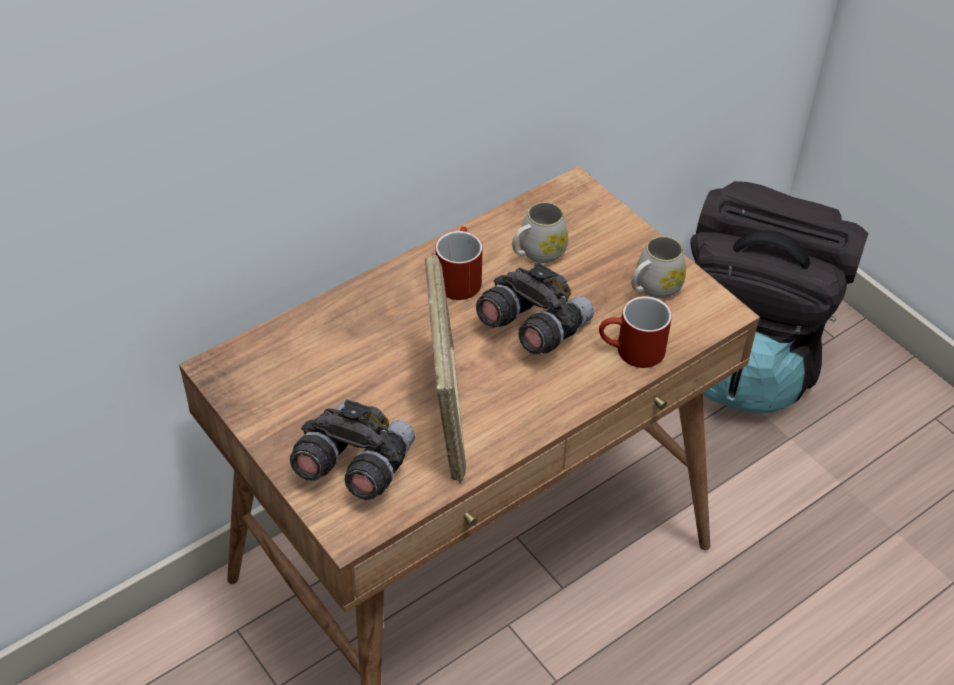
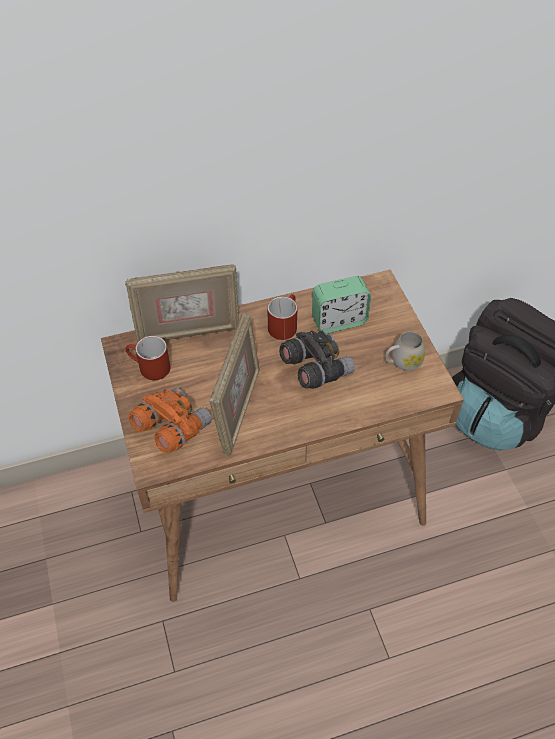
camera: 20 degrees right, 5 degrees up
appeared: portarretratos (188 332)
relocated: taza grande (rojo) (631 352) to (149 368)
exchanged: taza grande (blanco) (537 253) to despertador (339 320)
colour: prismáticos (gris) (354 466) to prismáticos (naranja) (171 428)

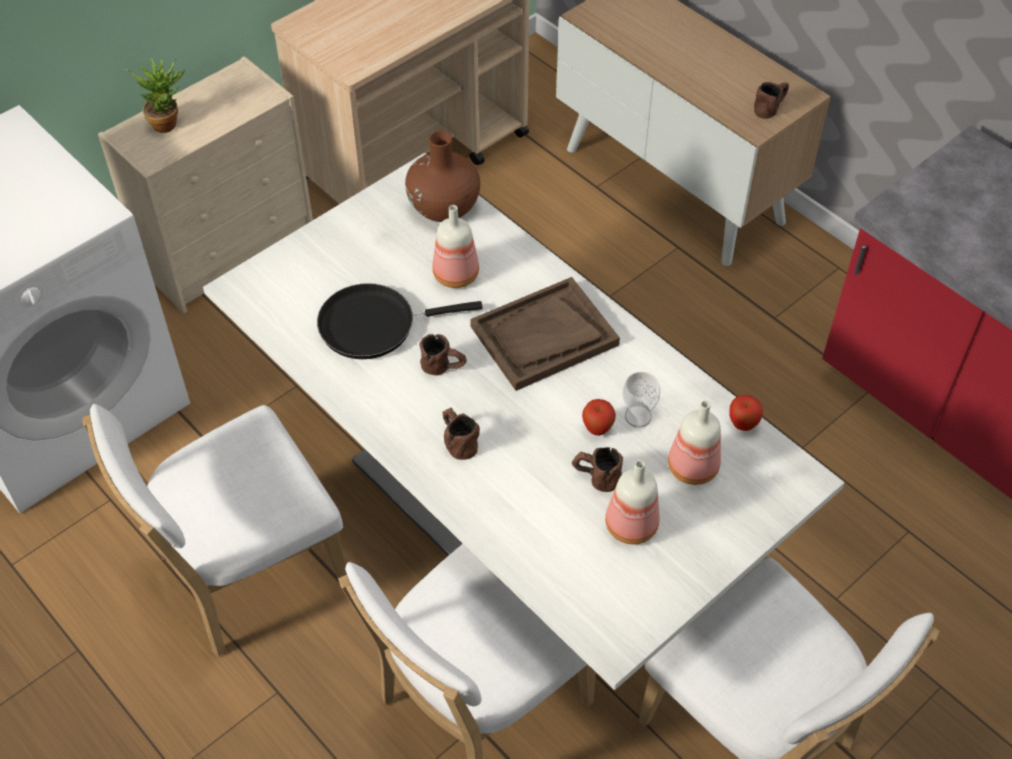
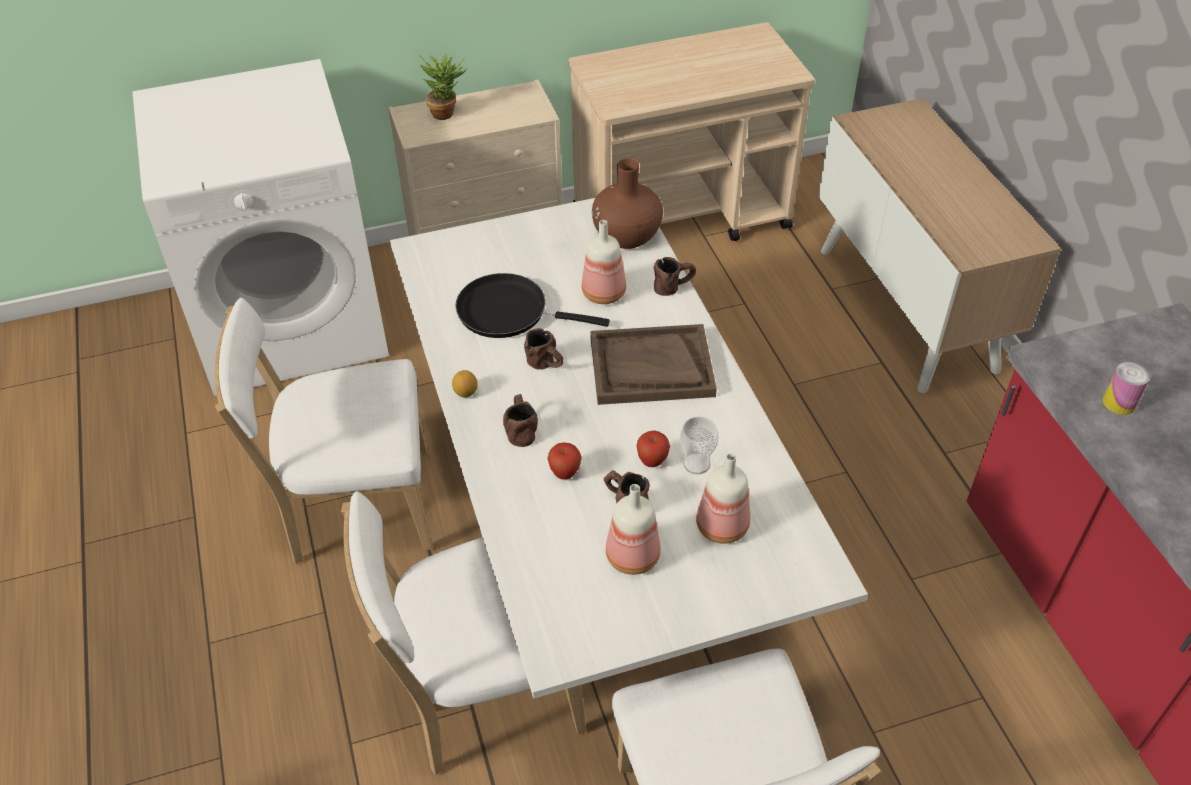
camera: 25 degrees right, 5 degrees down
appeared: limón (465 392); lata (1119 402)
relocated: manzana (743 424) to (565 473); taza grande (marrón) (770 108) to (674 287)

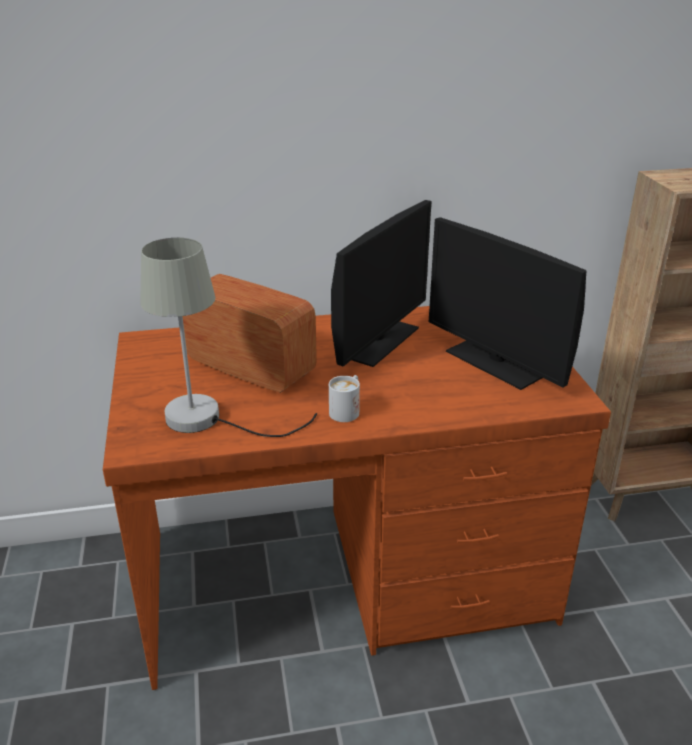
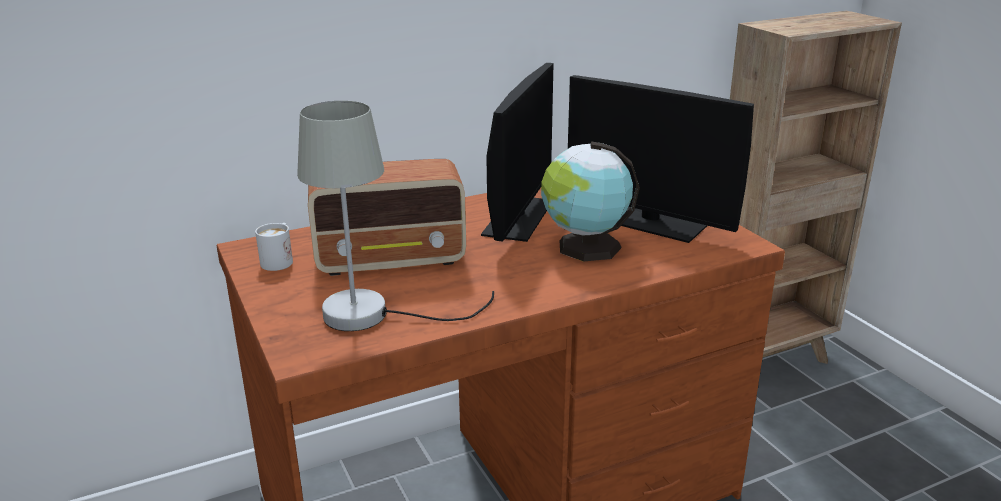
camera: 15 degrees left, 5 degrees down
appeared: globo terráqueo (585 247)
relocated: taza grande (blanco) (347 410) to (279 260)
spun: radio (249 368) = (392 259) 150 degrees clockwise

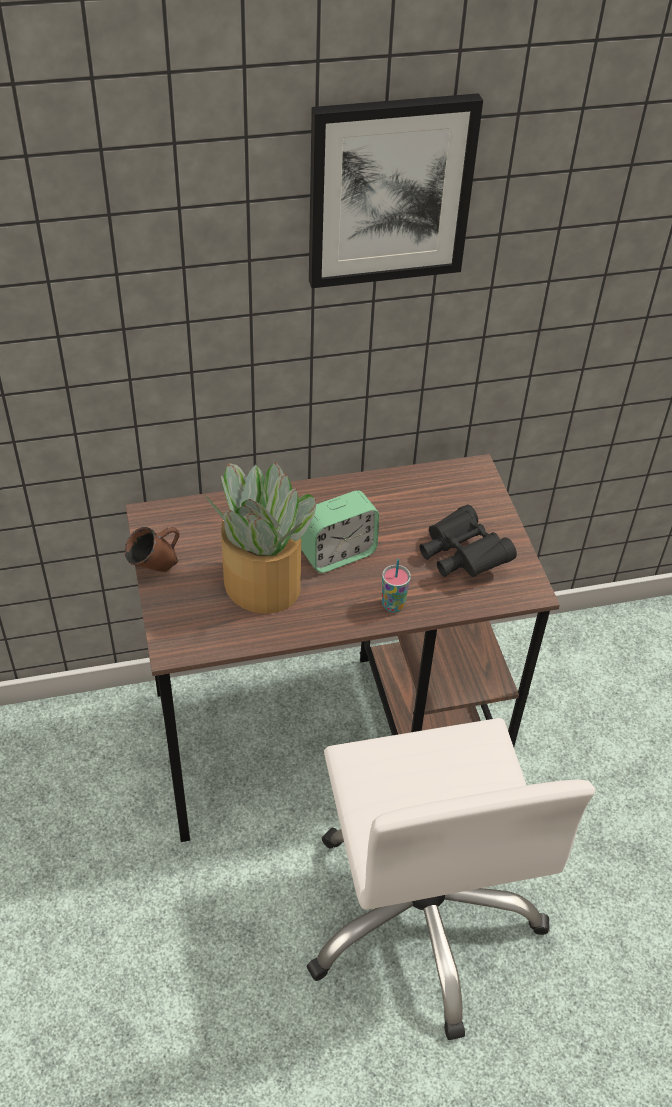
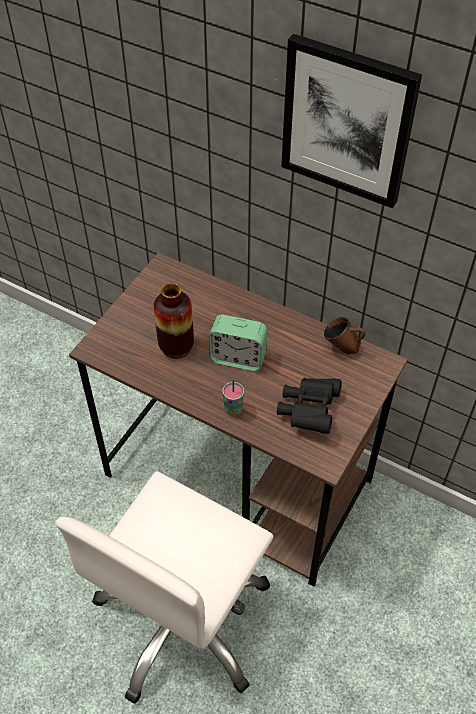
camera: 45 degrees right, 5 degrees up
relocated: taza grande (marrón) (155 569) to (342 349)
exchanged: planta en maceta (263 585) to florero (176 347)

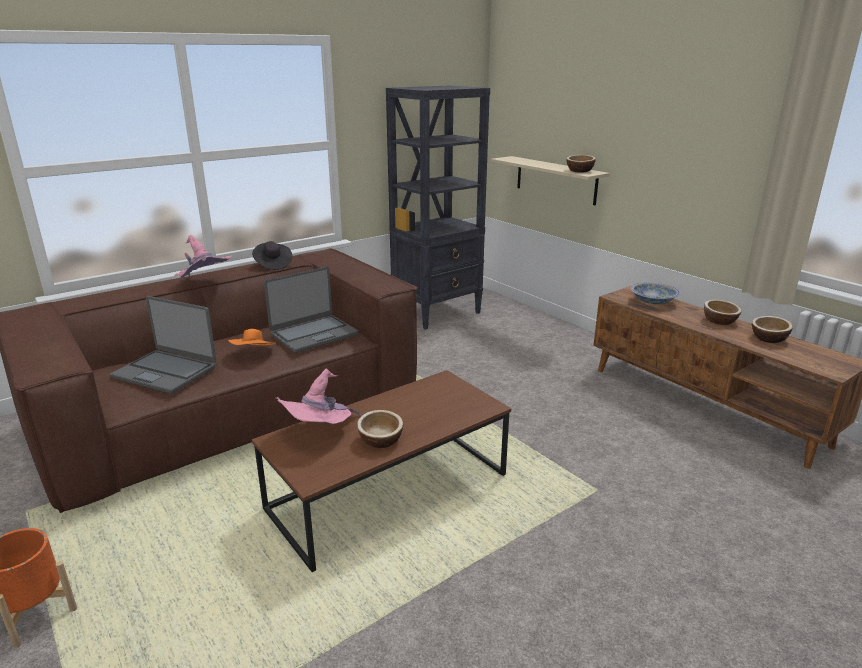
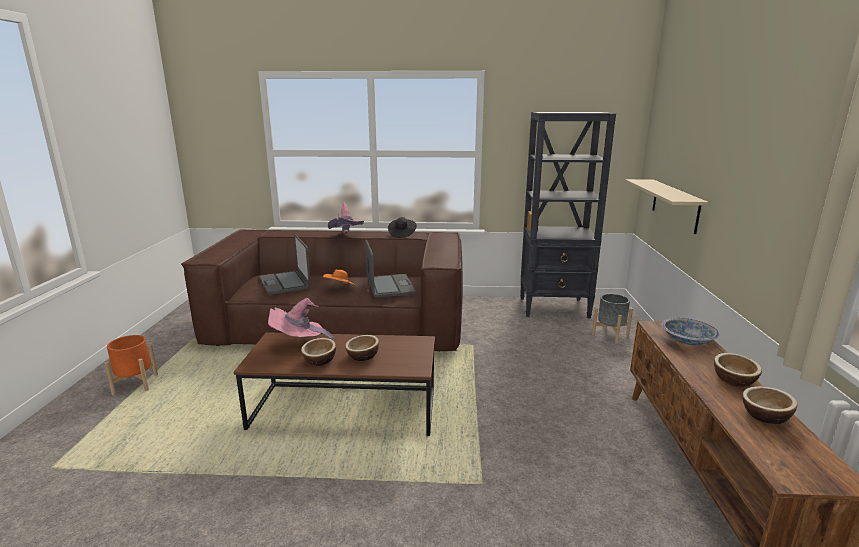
camera: 40 degrees right, 5 degrees down
appeared: maceta (gris) (610 334)
relocated: cuenco (579 171) to (363 356)
spun: portátil (313 334) = (389 287) 105 degrees counterclockwise

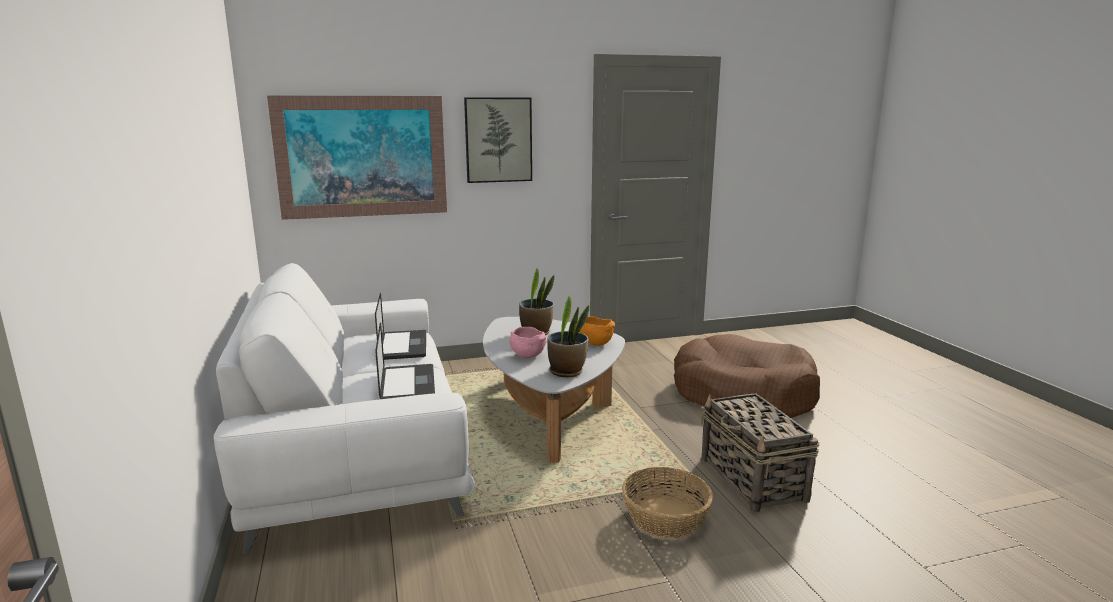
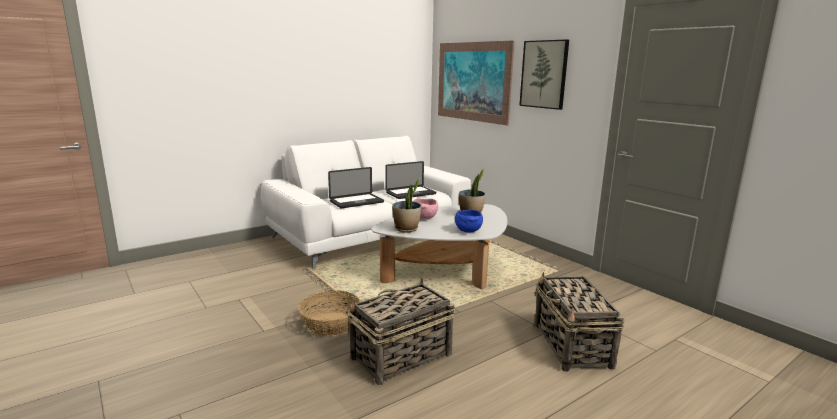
camera: 70 degrees right, 0 degrees up
exchanged: cama para perro (marrón) (742 394) to cesta (572 346)
colour: cuenco (naranja) (595 344) to cuenco (azul) (468 231)

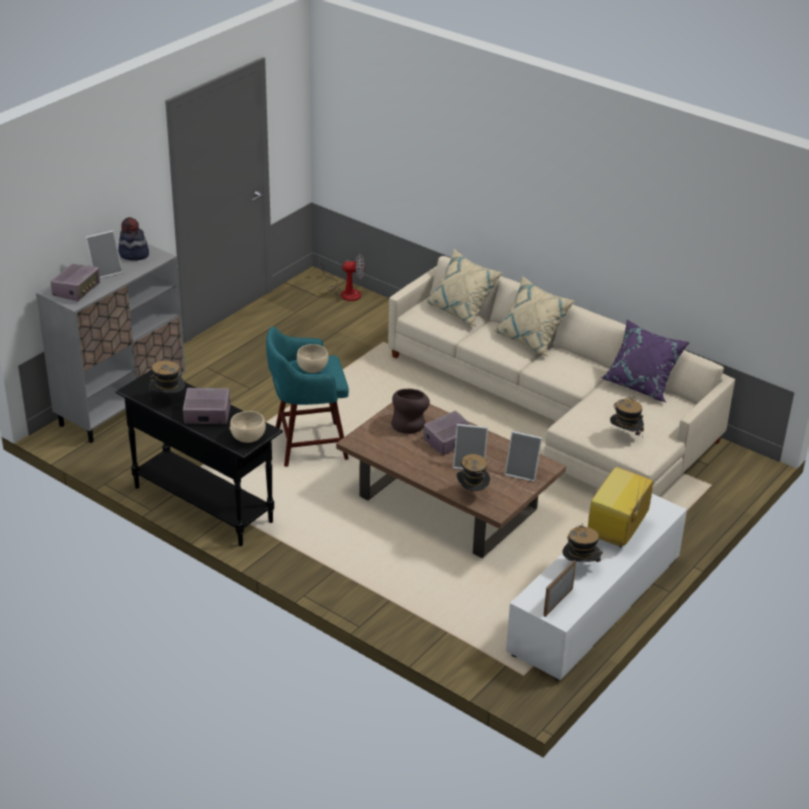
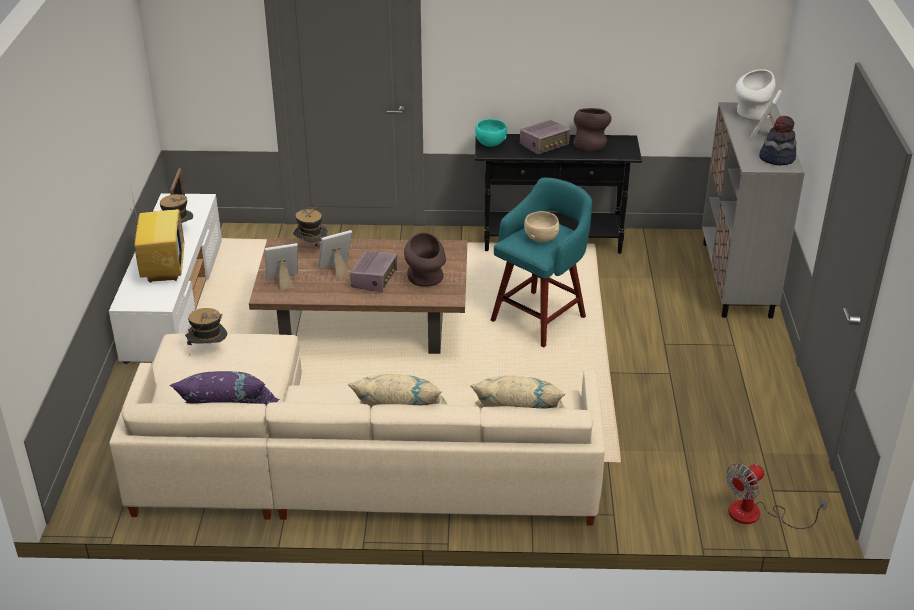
camera: 145 degrees right, 0 degrees up
exchanged: radio (76 290) to florero (blanco) (751 115); sombrero (168 399) to florero (marrón) (590 143)
colour: cuenco (beis) (248 438) to cuenco (turquesa) (490 143)

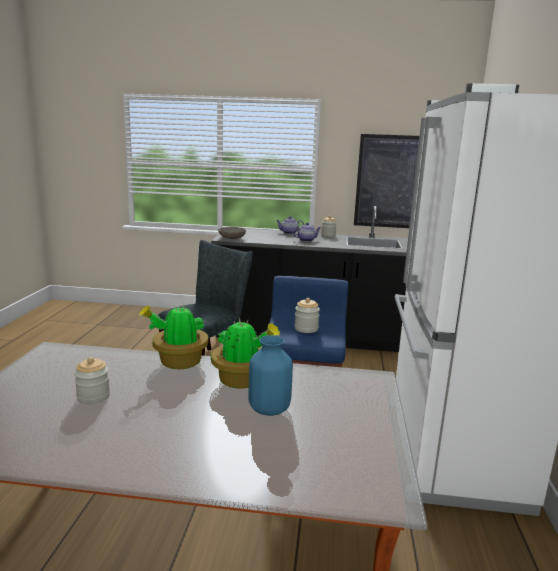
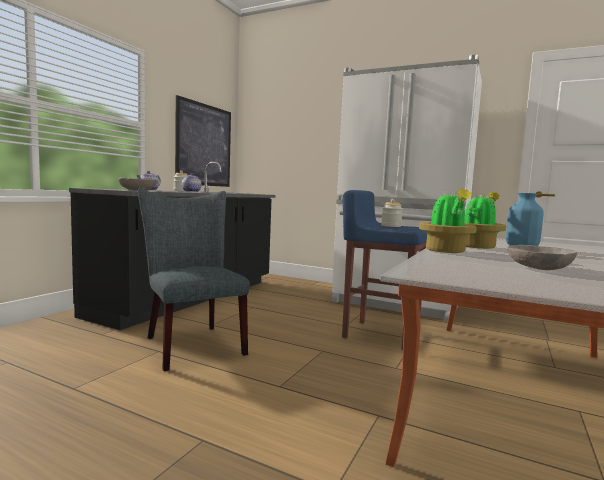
camera: 70 degrees left, 10 degrees down
exchanged: tarro (93 397) to cuenco (gris) (539 268)

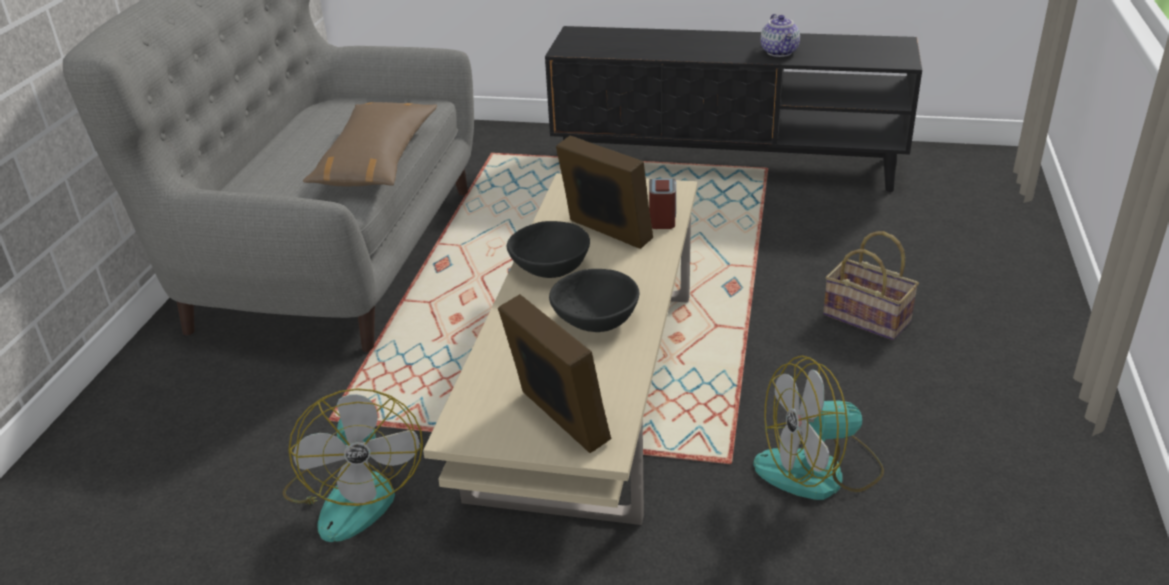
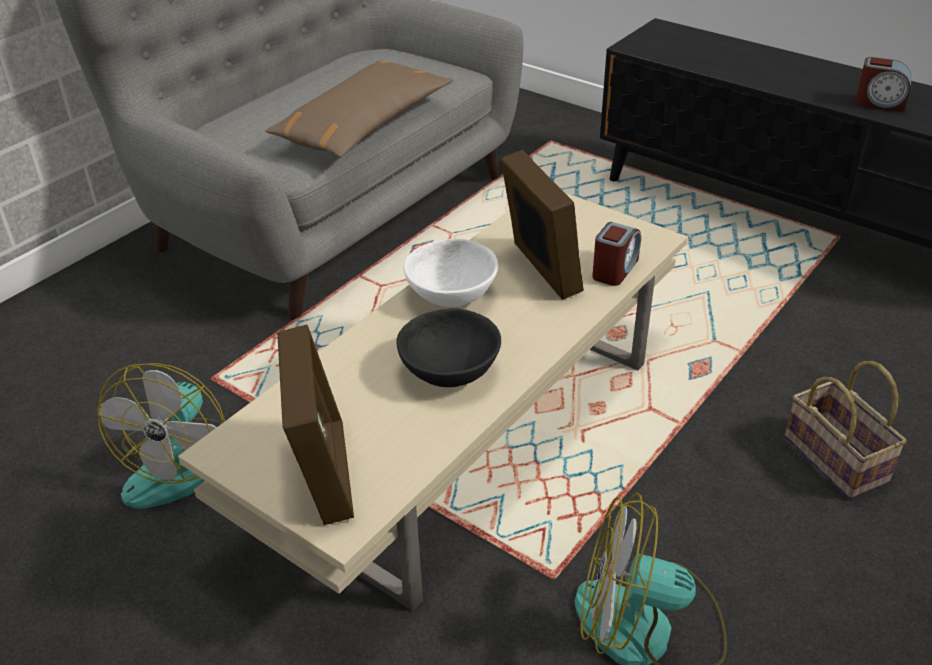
camera: 25 degrees right, 5 degrees up
exchanged: tetera (780 52) to despertador (879 103)
colour: cuenco (negro) (549 268) to cuenco (blanco) (451 293)

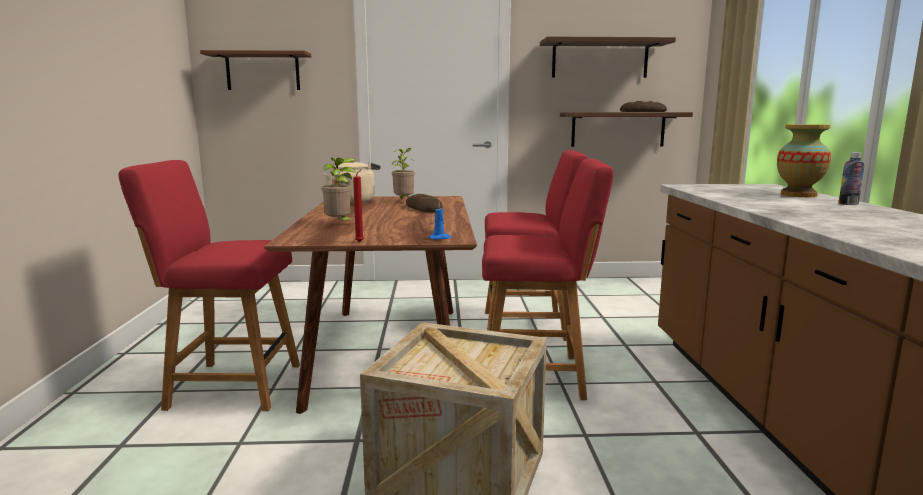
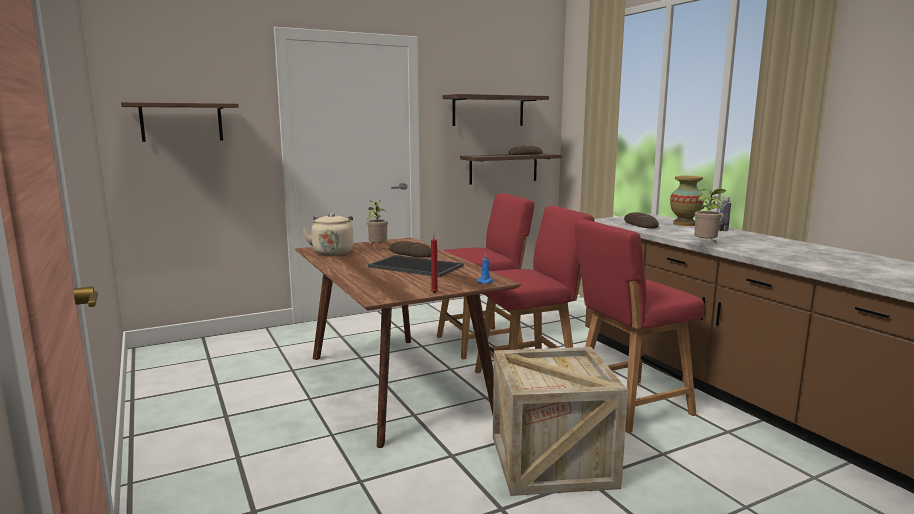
camera: 25 degrees left, 0 degrees up
appeared: bandeja (414 267); pan (640 224)
relocated: silla (rojo) (229 385) to (628 406); planta en maceta (340 224) to (706 245)

